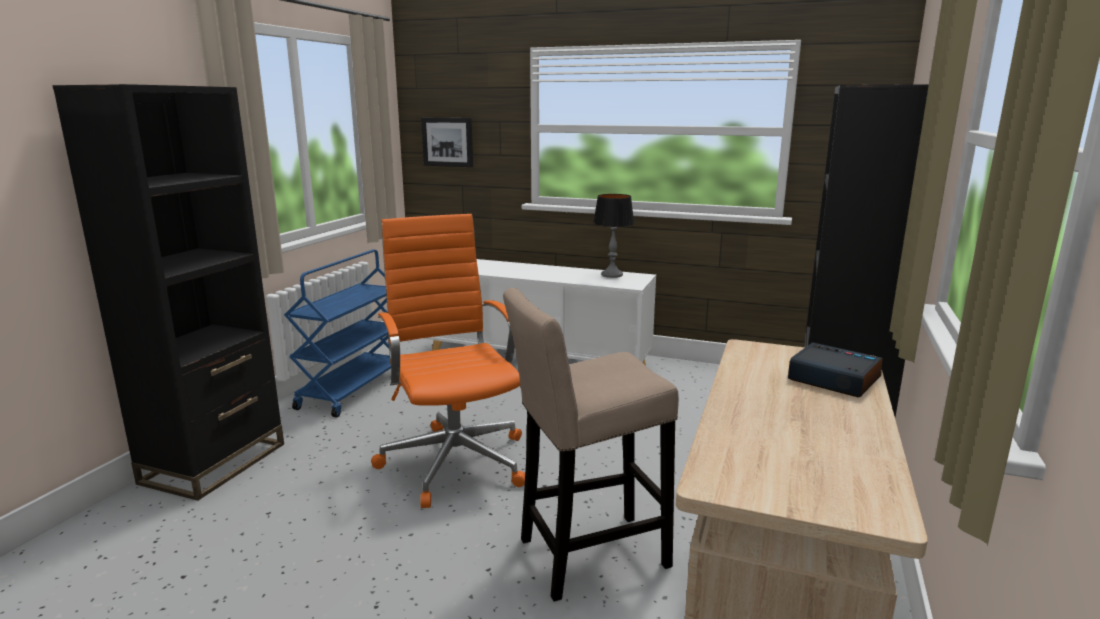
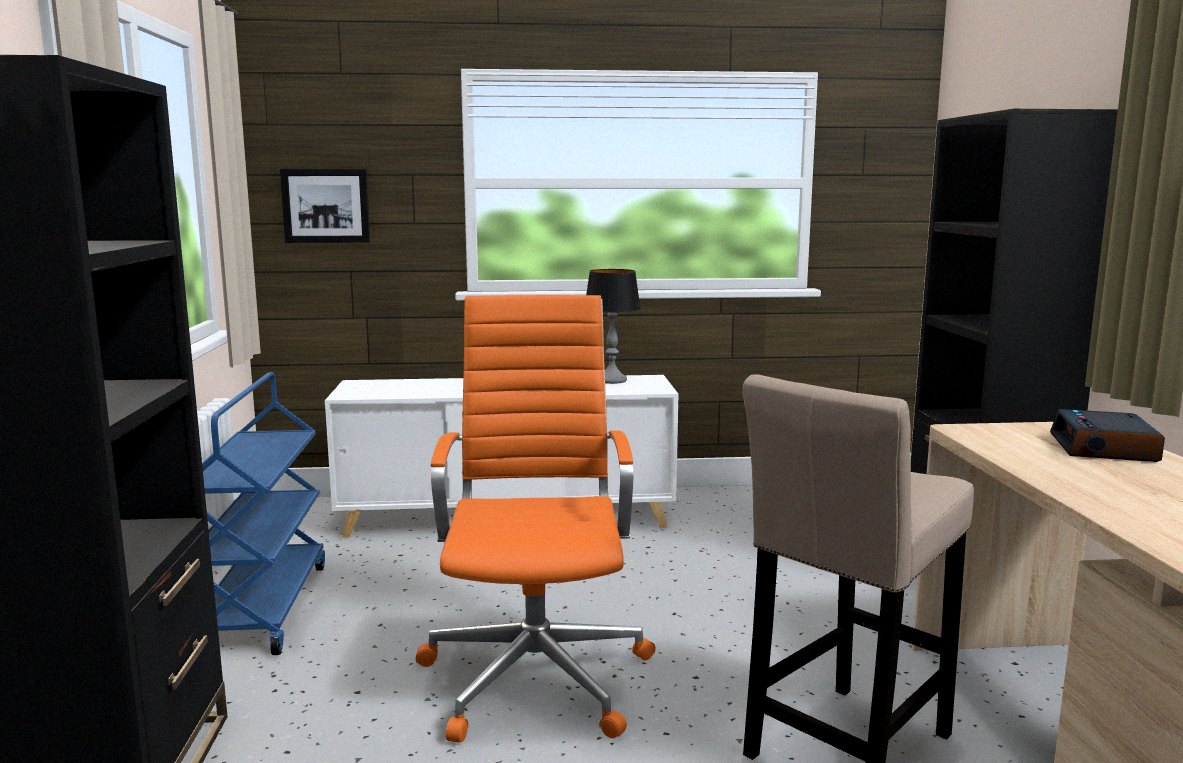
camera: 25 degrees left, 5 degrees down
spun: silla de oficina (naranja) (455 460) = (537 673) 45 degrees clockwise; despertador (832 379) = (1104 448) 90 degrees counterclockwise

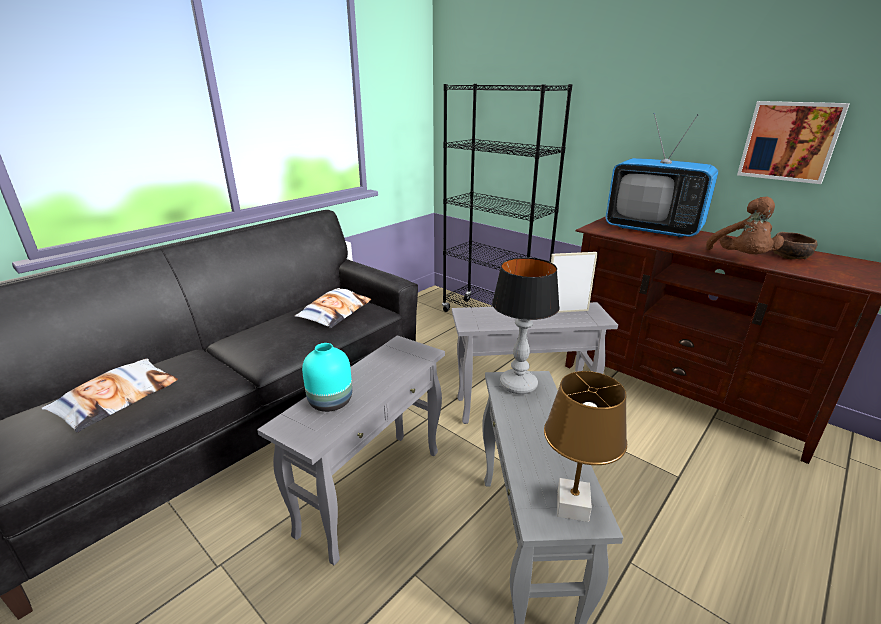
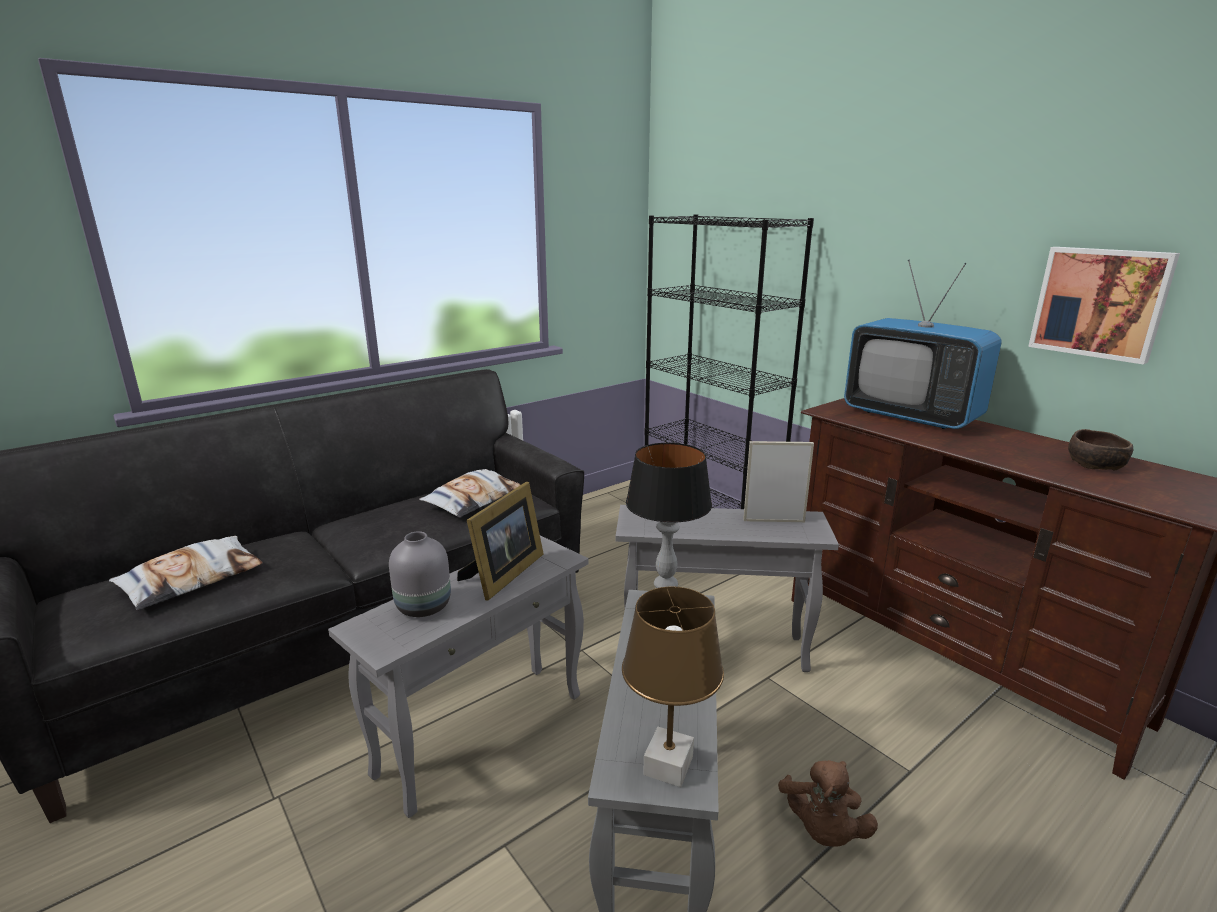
camera: 10 degrees right, 5 degrees down
appeared: portarretratos (503 574)
relocated: peluche (marrón) (741 258) to (822 830)
colour: florero (turquesa) (331 401) to florero (gris) (425 606)

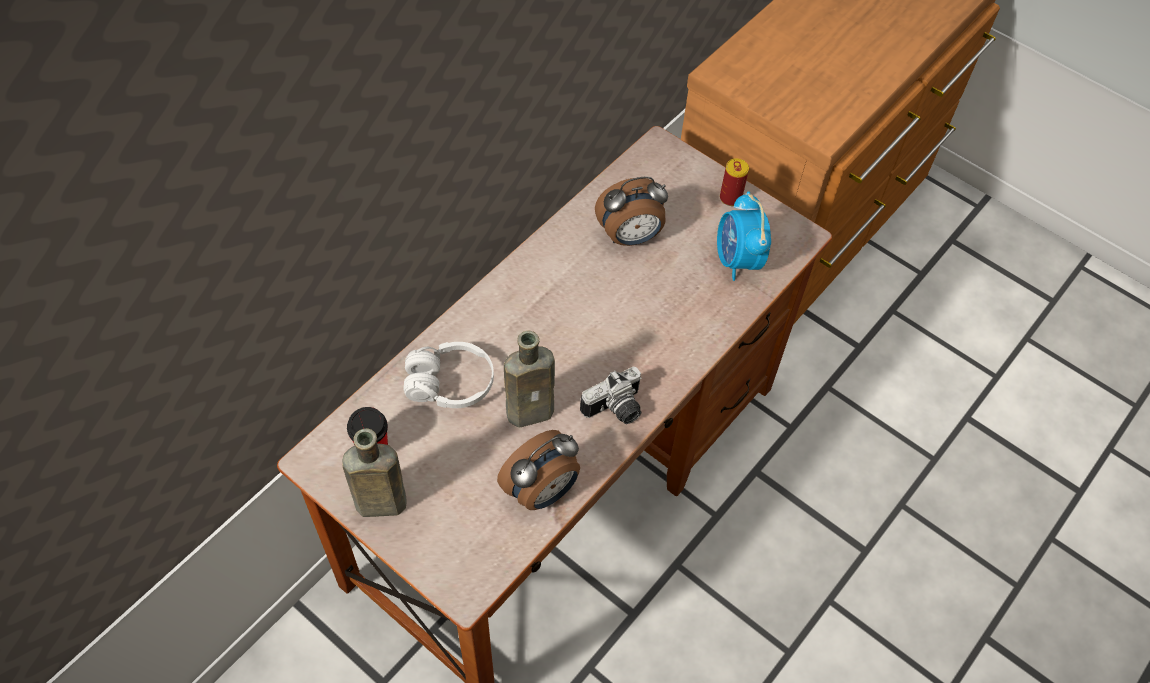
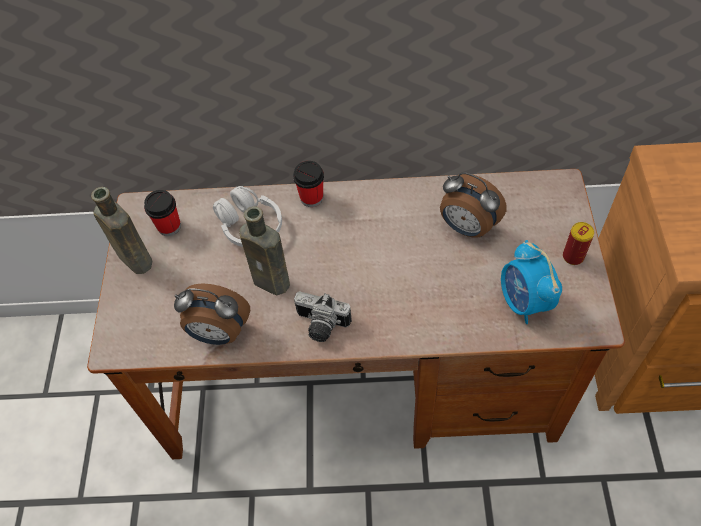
camera: 55 degrees right, 0 degrees up
appeared: taza (311 198)
spun: despertador (737 260) = (524 302) 60 degrees counterclockwise

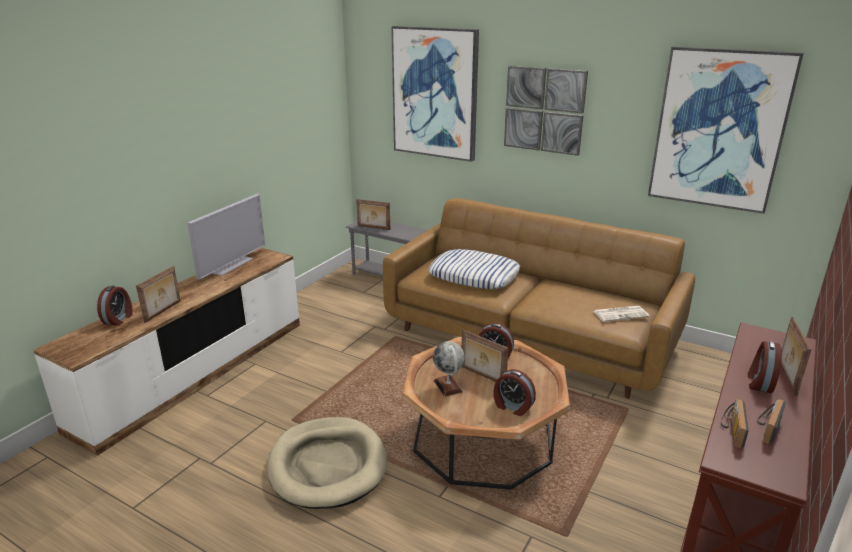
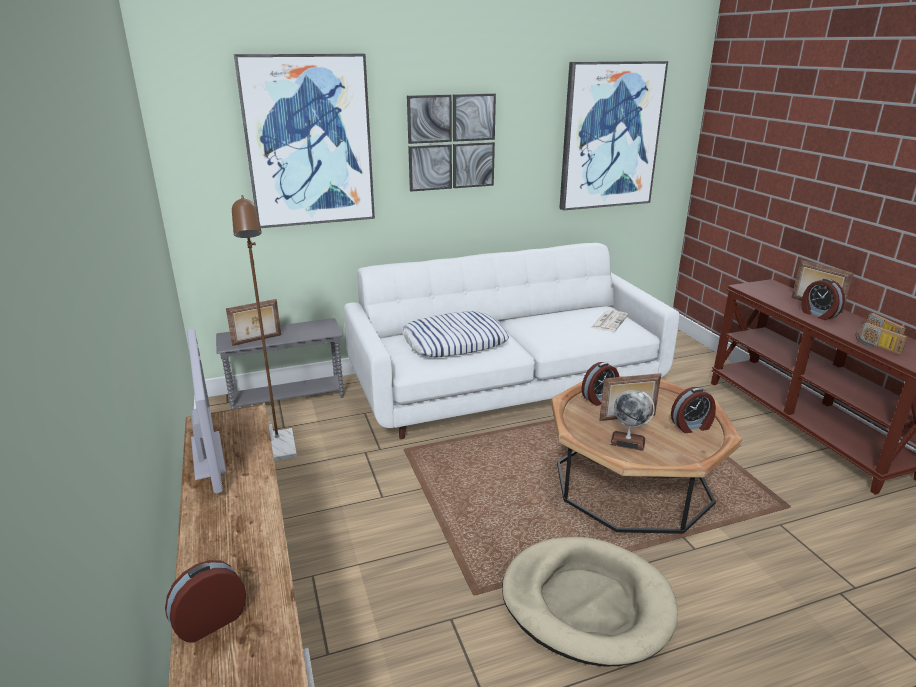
camera: 50 degrees left, 0 degrees up
missing: portarretratos (163 311)
appeared: lámpara de pie (marrón) (279 452)
colour: sofá (marrón) (530 336) to sofá (blanco) (505 385)
spun: despertador (119 319) = (210 620) 90 degrees counterclockwise

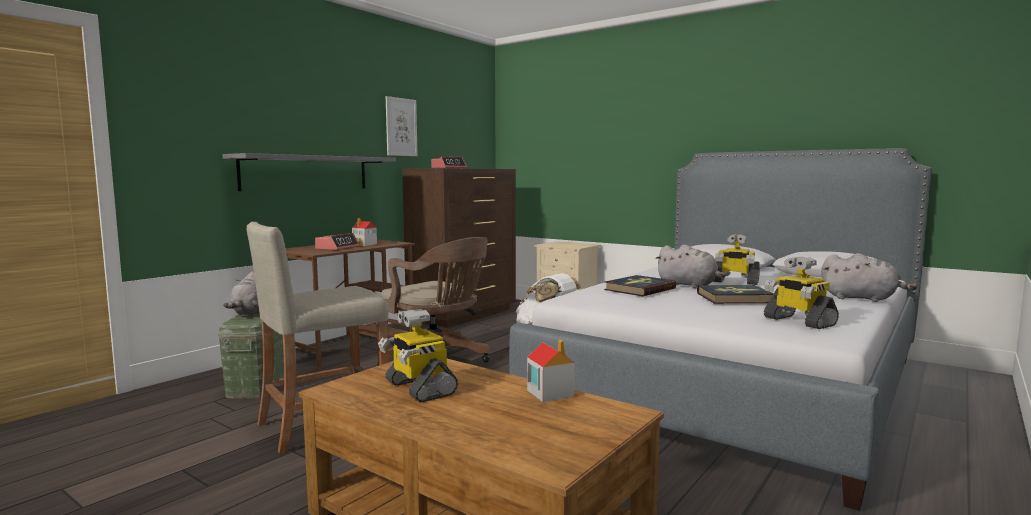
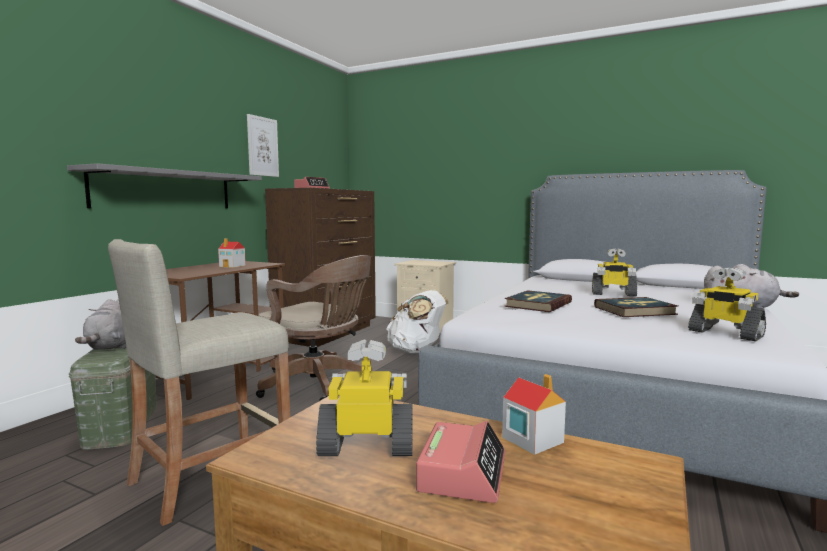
camera: 10 degrees left, 0 degrees up
missing: peluche (gris) (689 285)
relocated: despertador (337 248) to (462 472)
spun: robot de juguete (419 388) = (368 445) 135 degrees clockwise

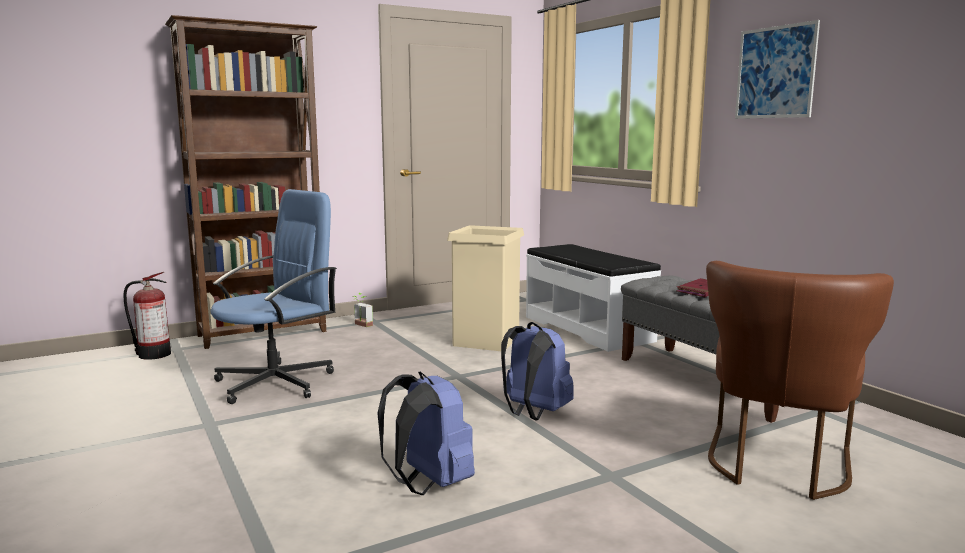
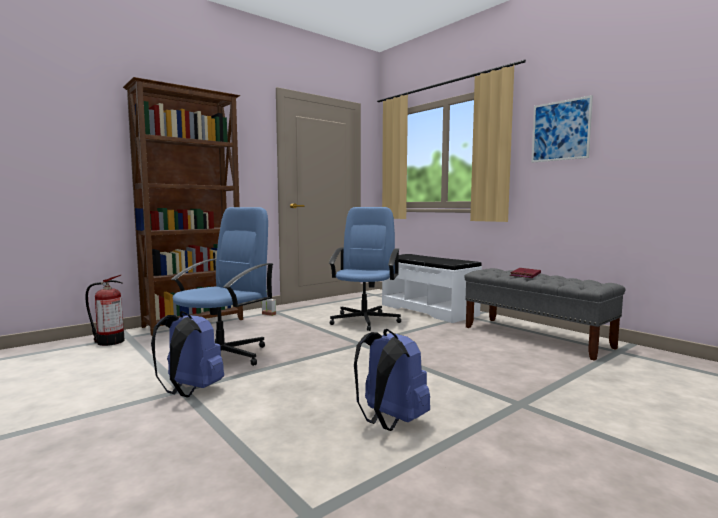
camera: 10 degrees left, 5 degrees down
missing: silla (marrón) (777 466)
relocated: mochila (azul) (533 413) to (190 391)
exchanged: papelera (beis) (486 341) to silla de oficina (azul) (365 320)

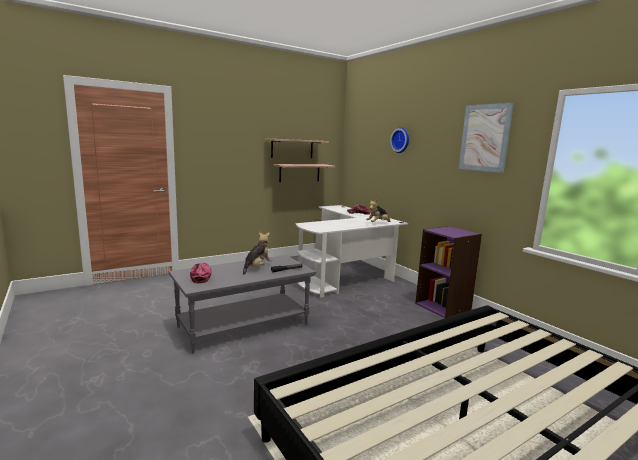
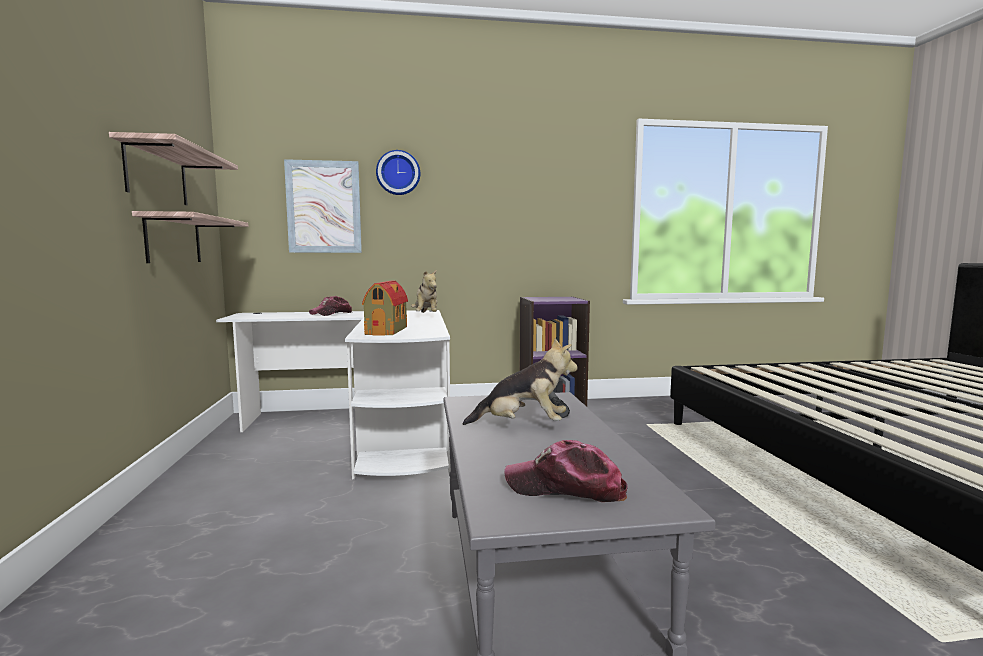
camera: 65 degrees left, 5 degrees down
appeared: casita (387 330)
relocated: cuadro (484 138) to (324 207)
spun: peluche (257 267) = (522 425) 135 degrees clockwise

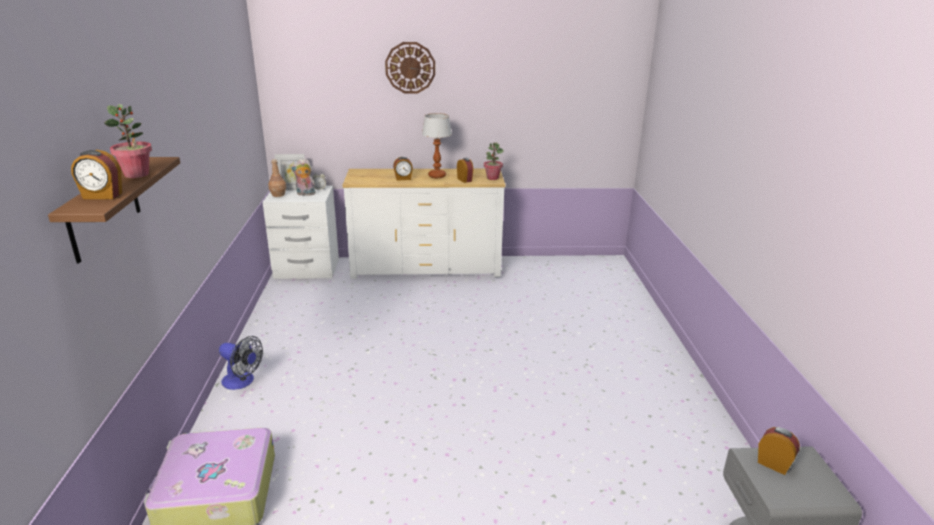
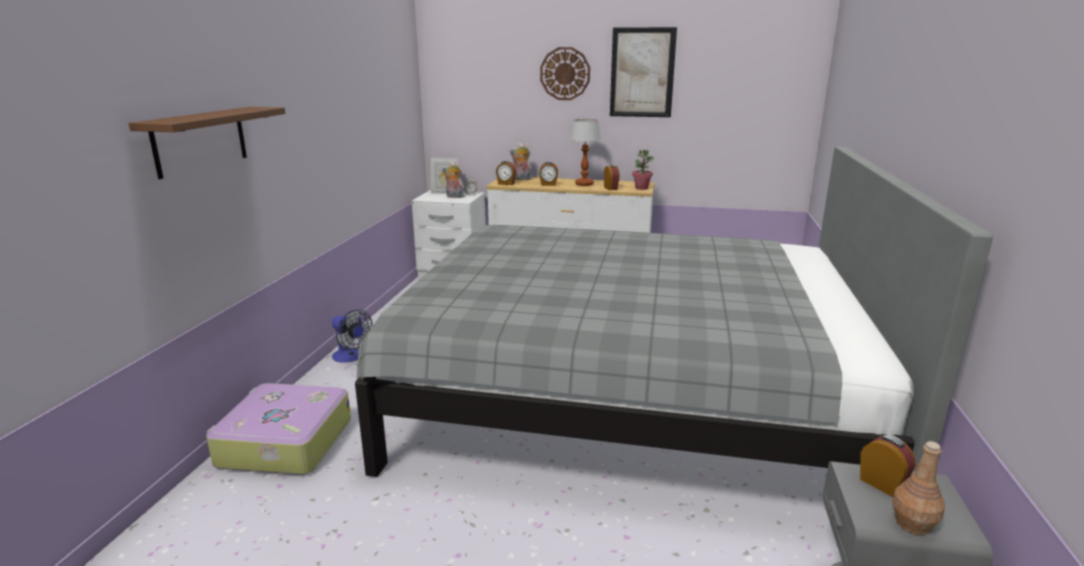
camera: 15 degrees right, 5 degrees down
missing: planta en maceta (137 174)
appeared: cama (gris) (629 393); peluche (521 179); cuadro (642 73)
relocated: despertador (102 196) to (506 184); botella (marrón) (278 195) to (913 524)

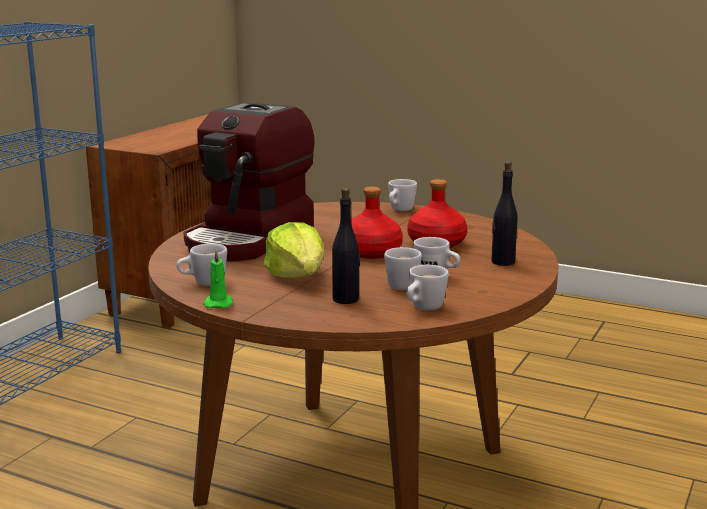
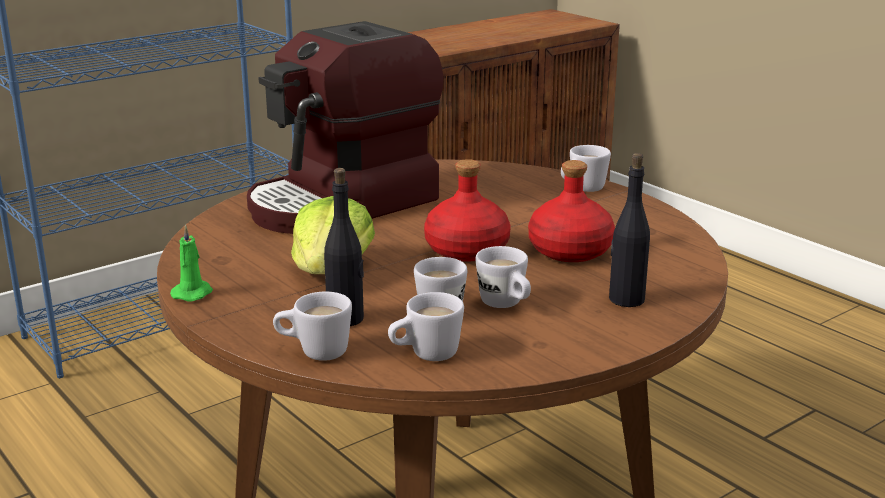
camera: 25 degrees right, 5 degrees up
relocated: taza grande (blanco) (203 283) to (314 352)

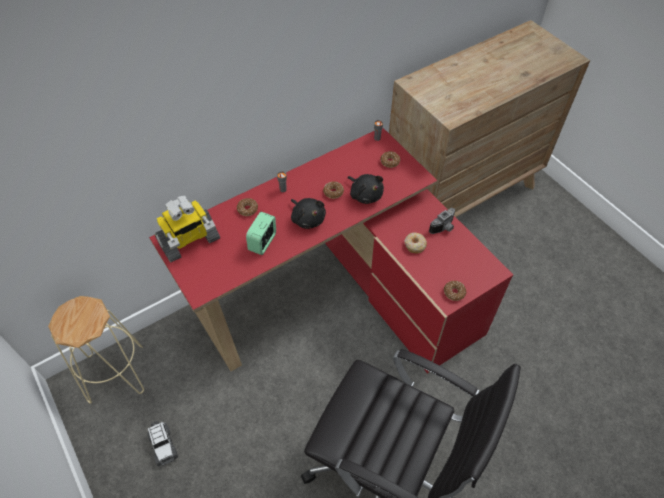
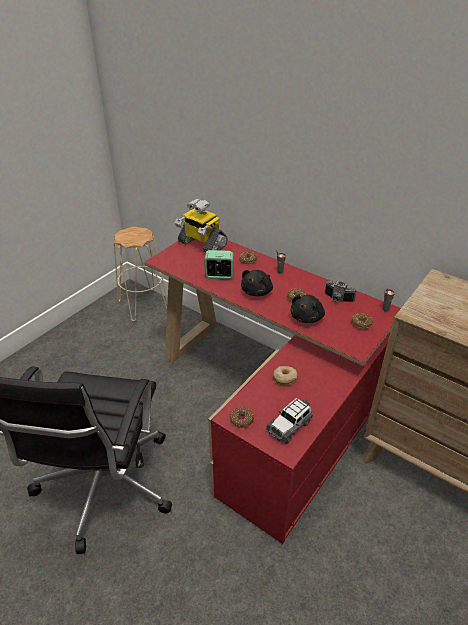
camera: 70 degrees right, 15 degrees down
relocated: coche de juguete (163 445) to (289 426); cámara (444 228) to (337 299)

